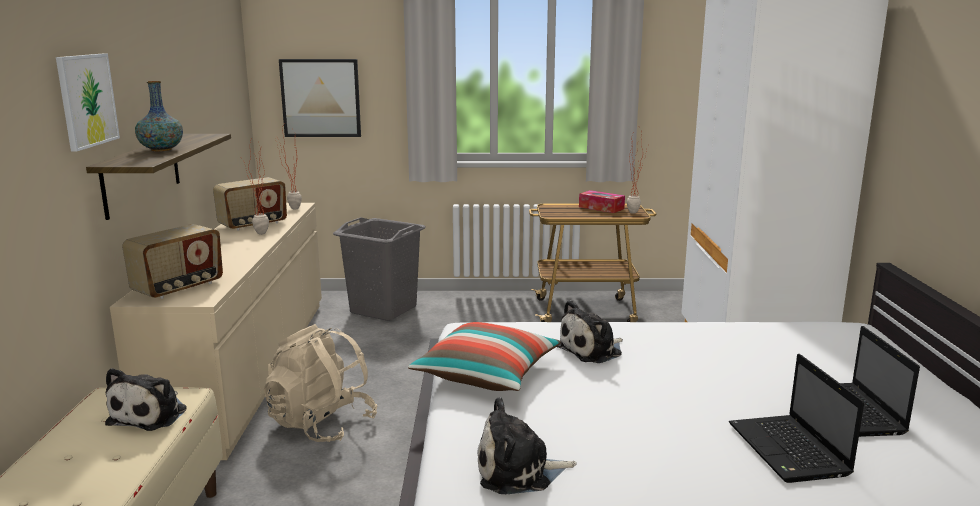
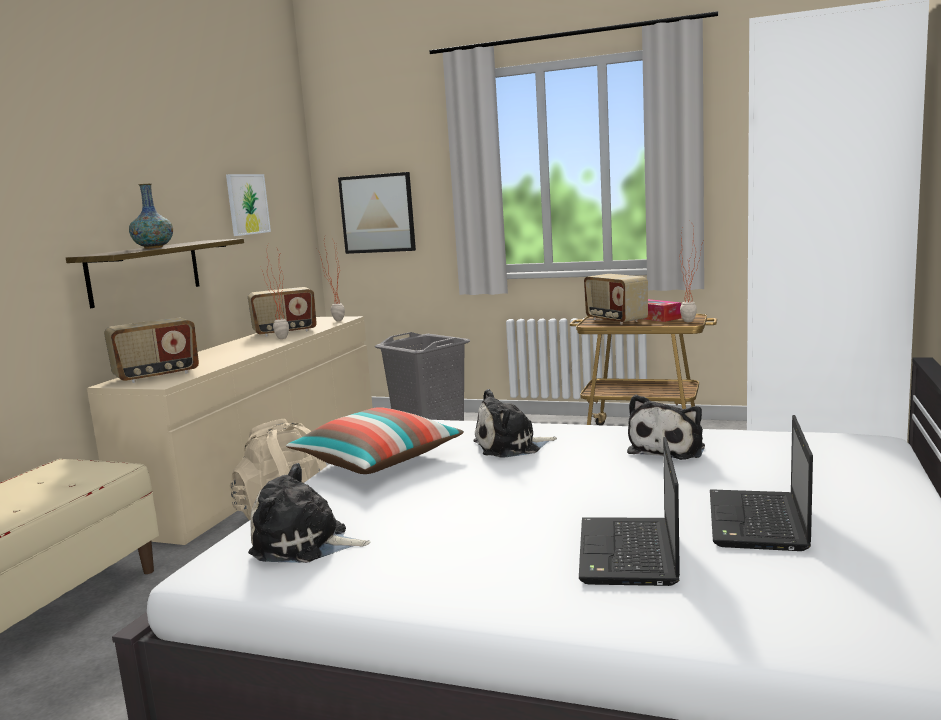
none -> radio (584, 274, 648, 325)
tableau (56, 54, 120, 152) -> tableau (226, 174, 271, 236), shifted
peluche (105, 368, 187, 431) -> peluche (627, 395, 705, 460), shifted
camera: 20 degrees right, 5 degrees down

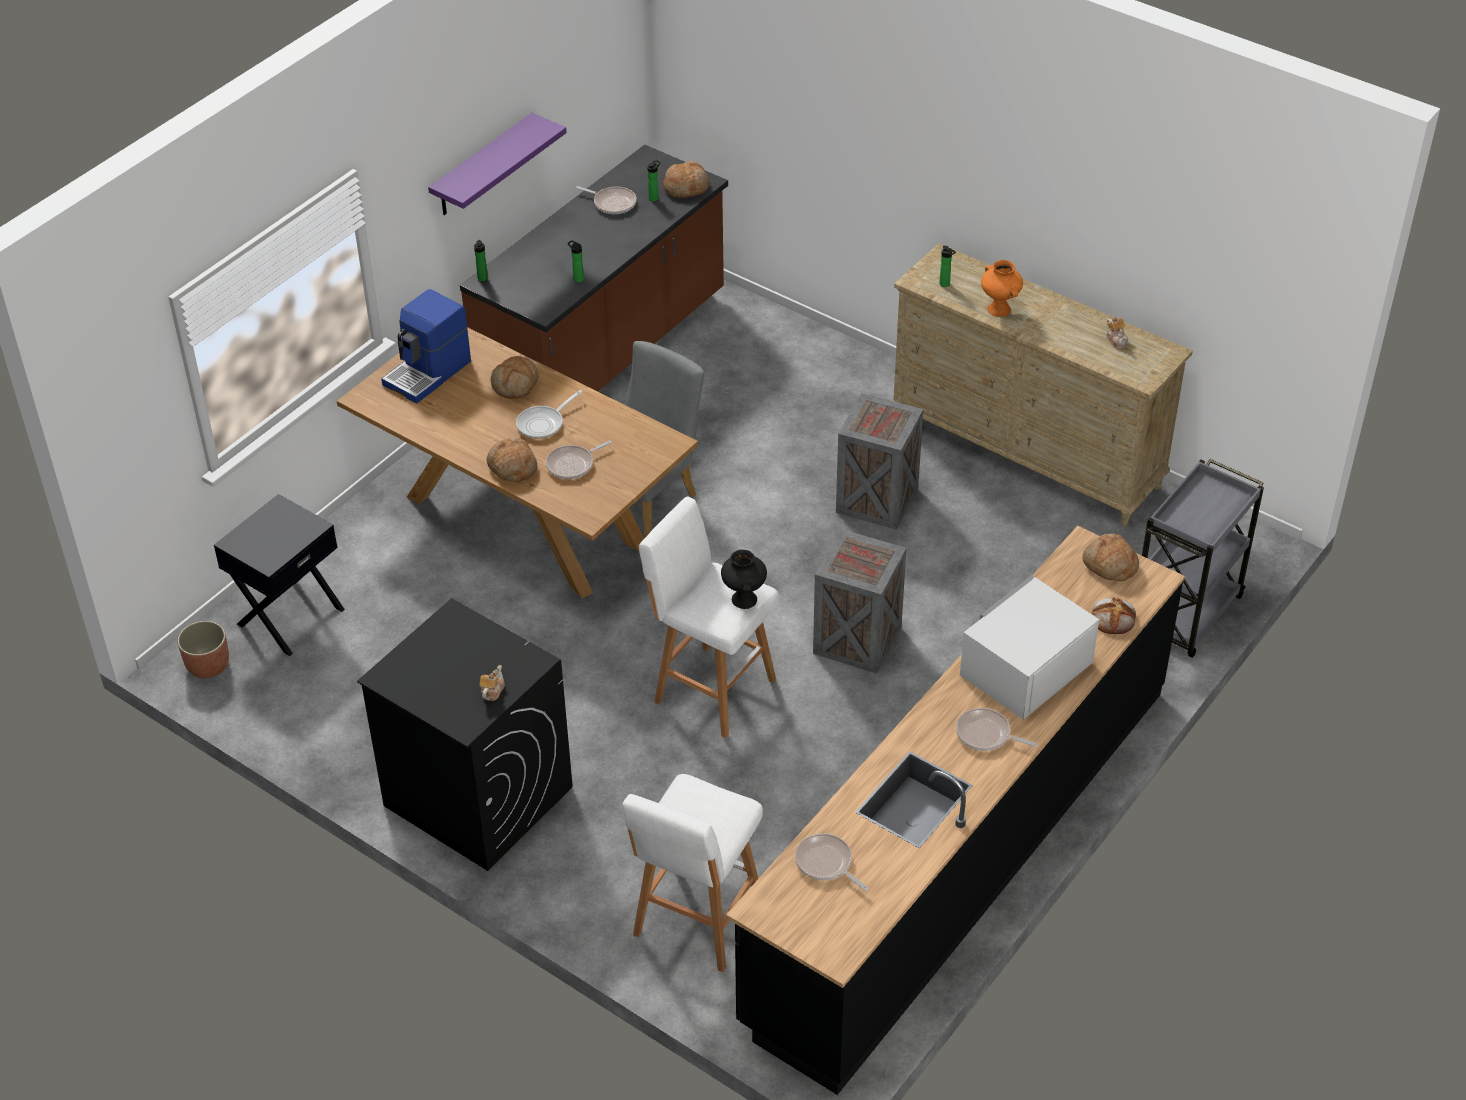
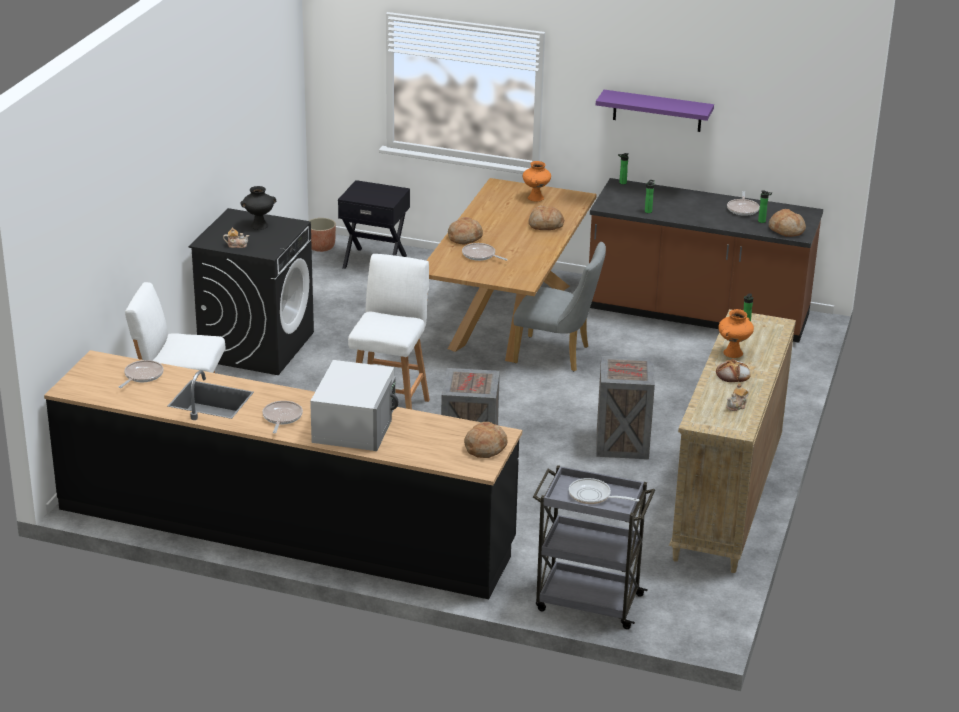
poêle (516, 390, 583, 439) -> poêle (569, 478, 639, 504), shifted
vase (noir) (721, 550, 767, 609) -> vase (noir) (240, 186, 276, 230), shifted
pain (1091, 597, 1136, 634) -> pain (716, 359, 751, 382), shifted
machine à café (382, 289, 471, 404) -> vase (orange) (523, 161, 551, 202)
micro-ondes (blanc) (960, 575, 1099, 720) -> micro-ondes (blanc) (310, 360, 399, 451), 75 degrees clockwise
camera: 70 degrees right, 15 degrees down

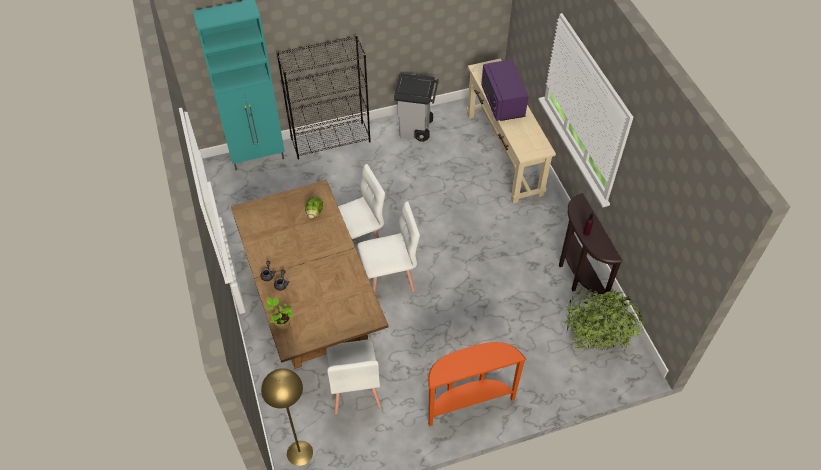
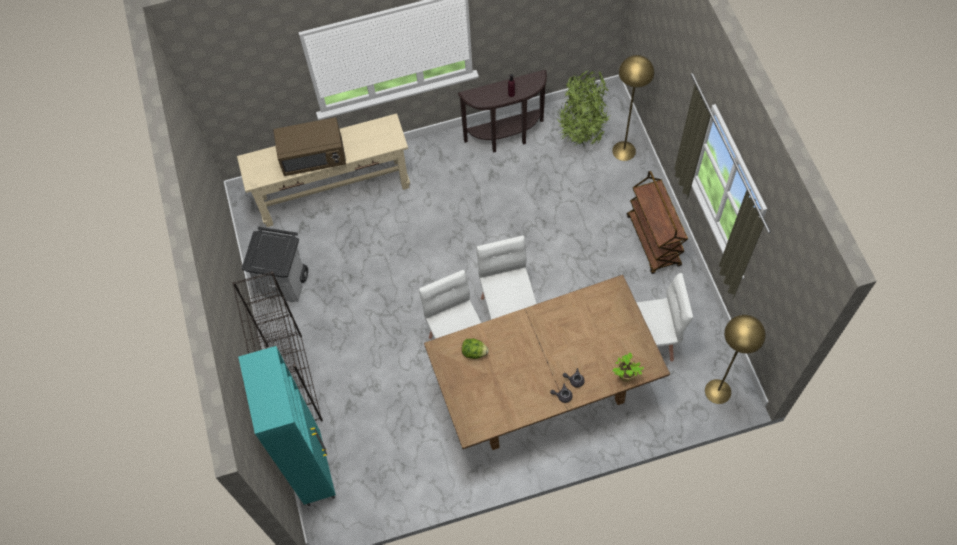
none -> lampadaire (jaune) (612, 55, 654, 161)
table console (orange) (428, 342, 527, 426) -> chariot (marron) (627, 171, 688, 274)
micro-ondes (violet) (481, 60, 529, 121) -> micro-ondes (marron) (273, 117, 346, 176)
camera: 85 degrees left, 10 degrees up

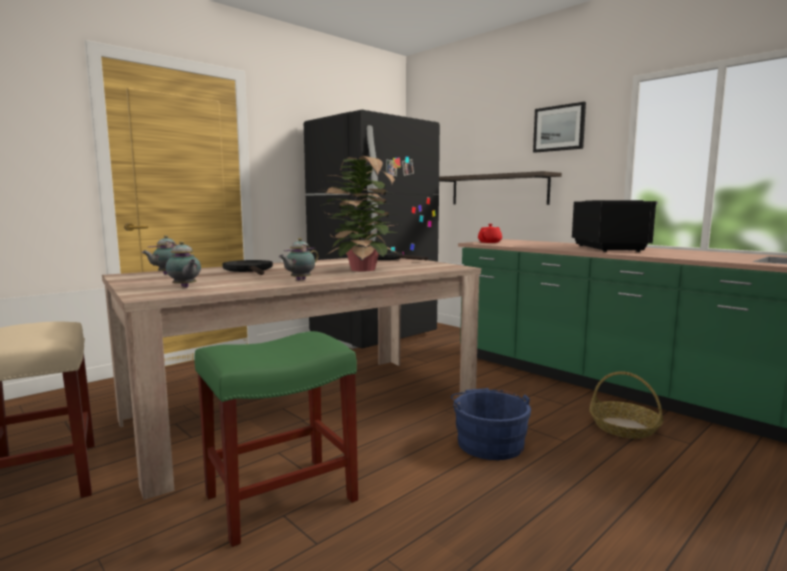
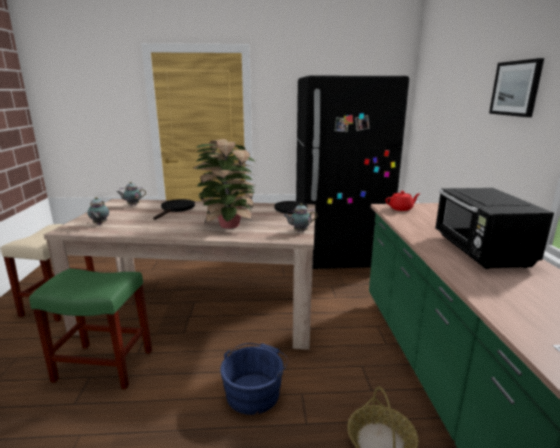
étagère (439, 171, 562, 205) -> none
théière (279, 238, 319, 281) -> théière (283, 203, 317, 232), shifted
micro-ondes (noir) (572, 200, 658, 252) -> micro-ondes (noir) (435, 188, 554, 269), 135 degrees clockwise
camera: 40 degrees right, 10 degrees up

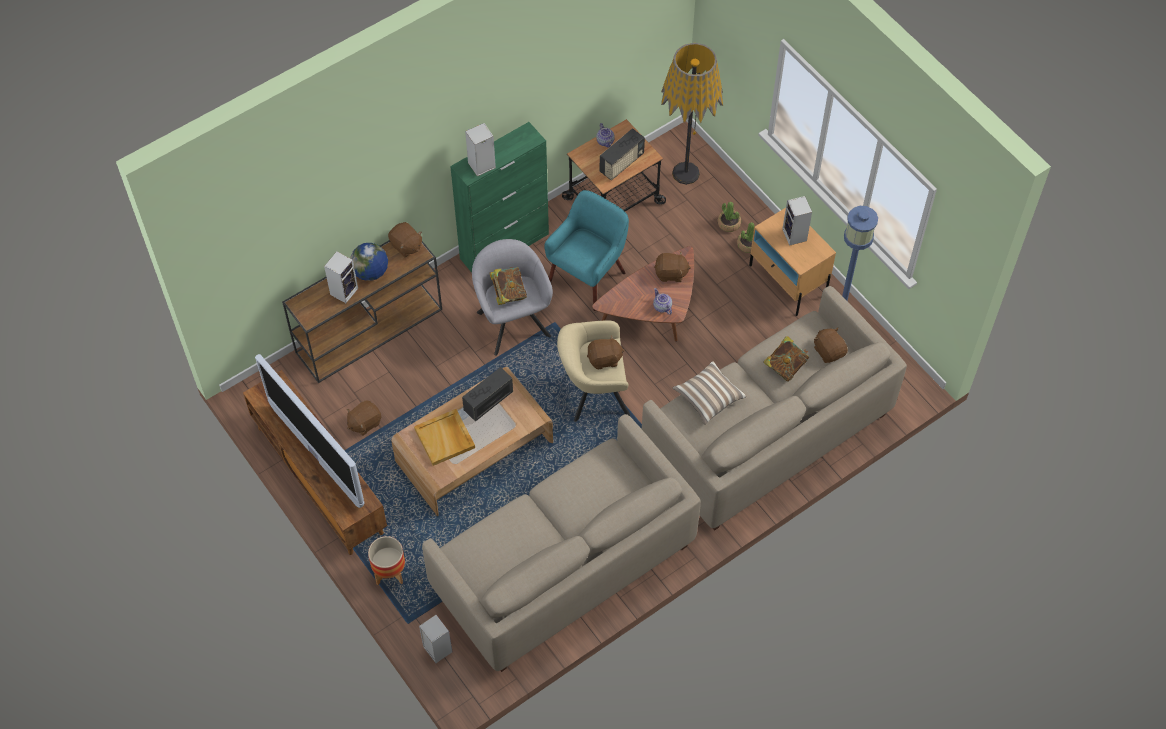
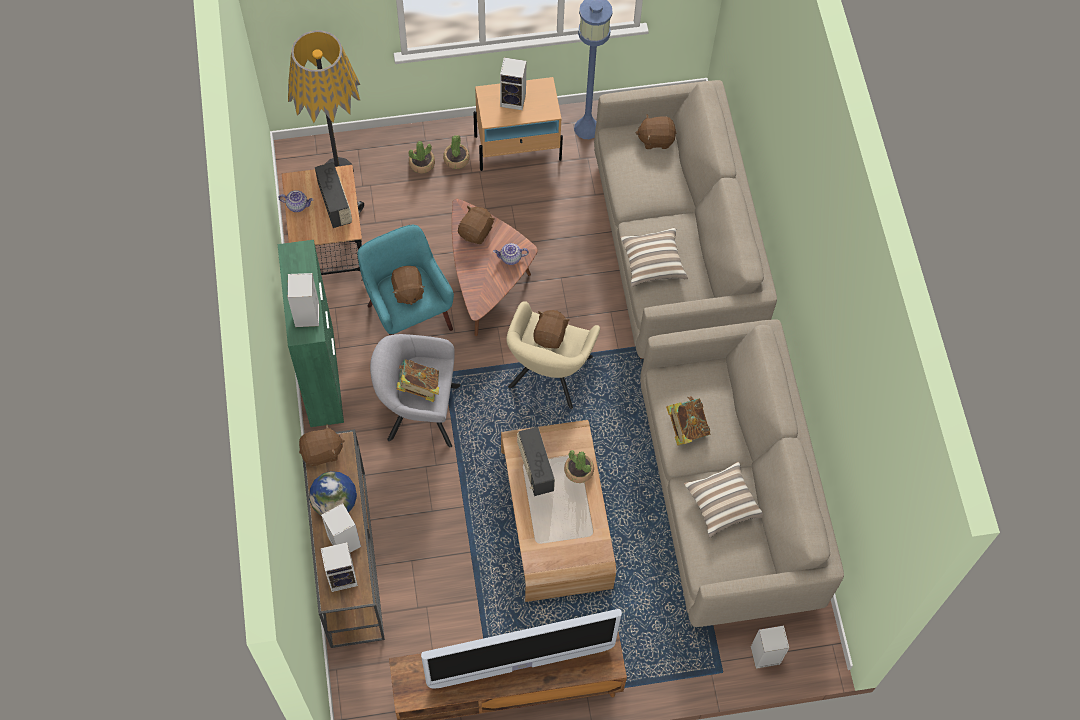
cache-pot (368, 536, 405, 585) -> none
plateau (beige) (414, 409, 475, 466) -> none
none -> enceinte (321, 542, 358, 592)
none -> plante en pot (564, 450, 594, 483)
none -> coussin (684, 462, 763, 538)
peluche (marron) (347, 401, 381, 436) -> peluche (marron) (391, 266, 425, 305), shifted
livre (763, 336, 809, 382) -> livre (666, 396, 710, 446), shifted
camera: 65 degrees left, 5 degrees up

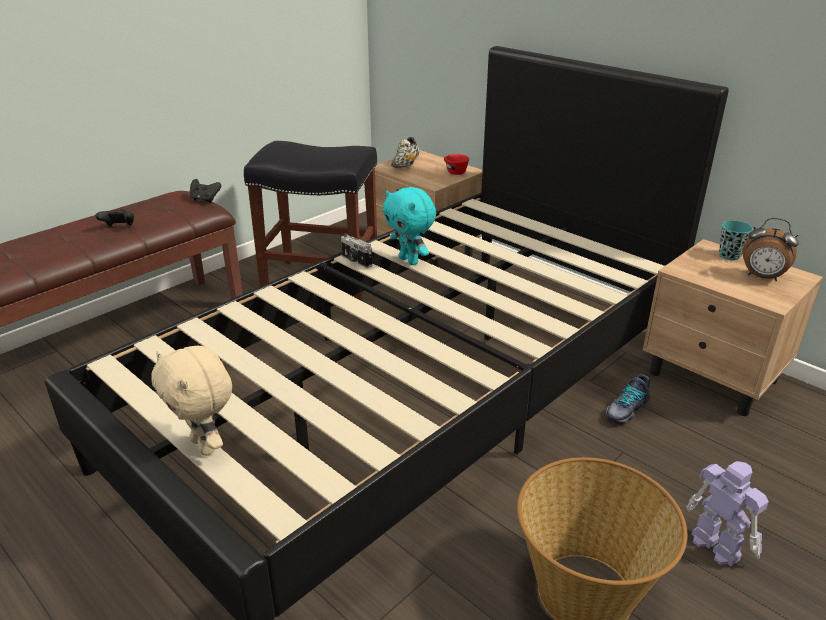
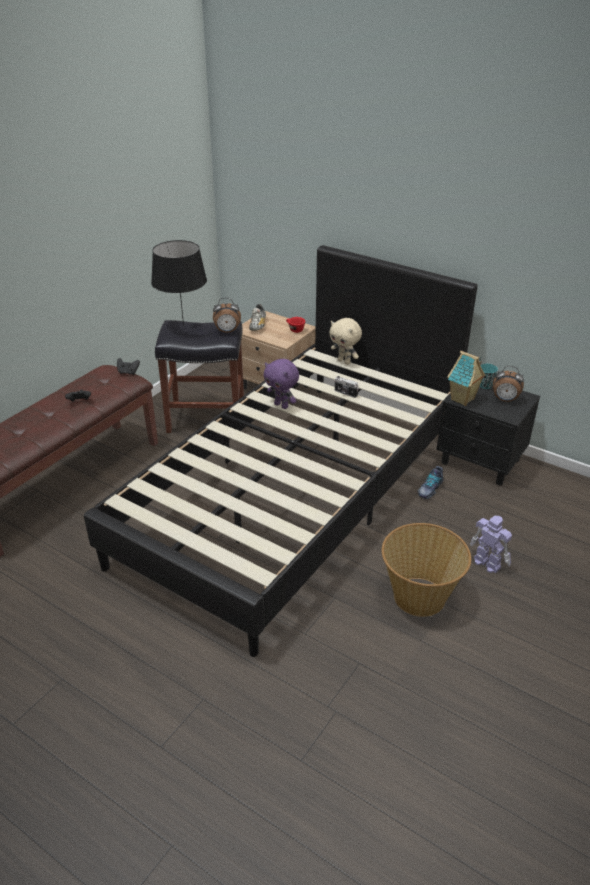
none -> lampe de table (noir) (151, 240, 207, 327)
none -> réveil (213, 298, 241, 333)
none -> maison miniature (447, 351, 485, 406)
peluche (beige) (152, 346, 232, 456) -> peluche (beige) (329, 318, 362, 365), shifted
appareil photo (341, 234, 372, 268) -> appareil photo (335, 376, 359, 398), shifted
peluche (turquoise) (383, 187, 436, 265) -> peluche (violet) (263, 359, 299, 409)
table de chevet (beige) (642, 239, 823, 416) -> table de chevet (noir) (436, 385, 540, 485)
camera: 10 degrees left, 5 degrees up

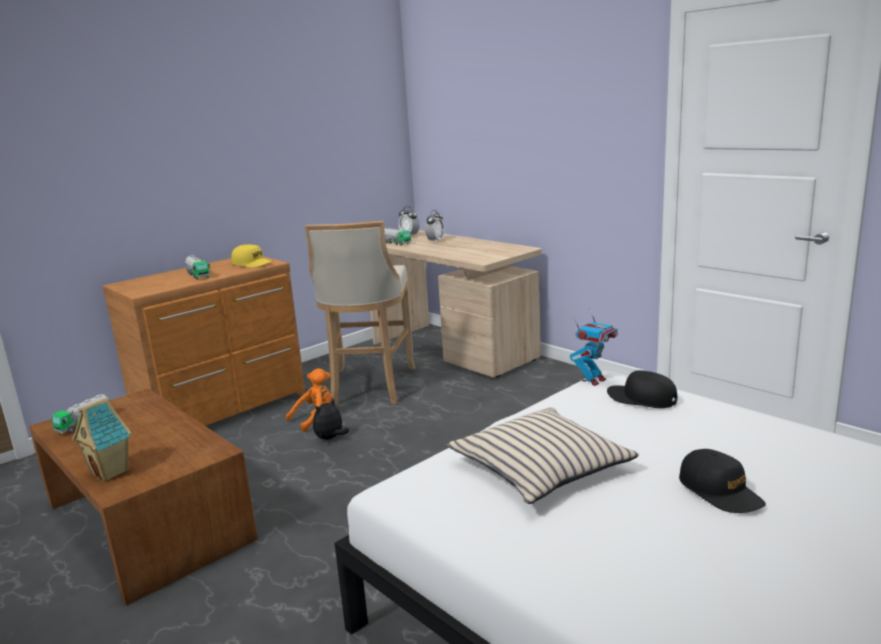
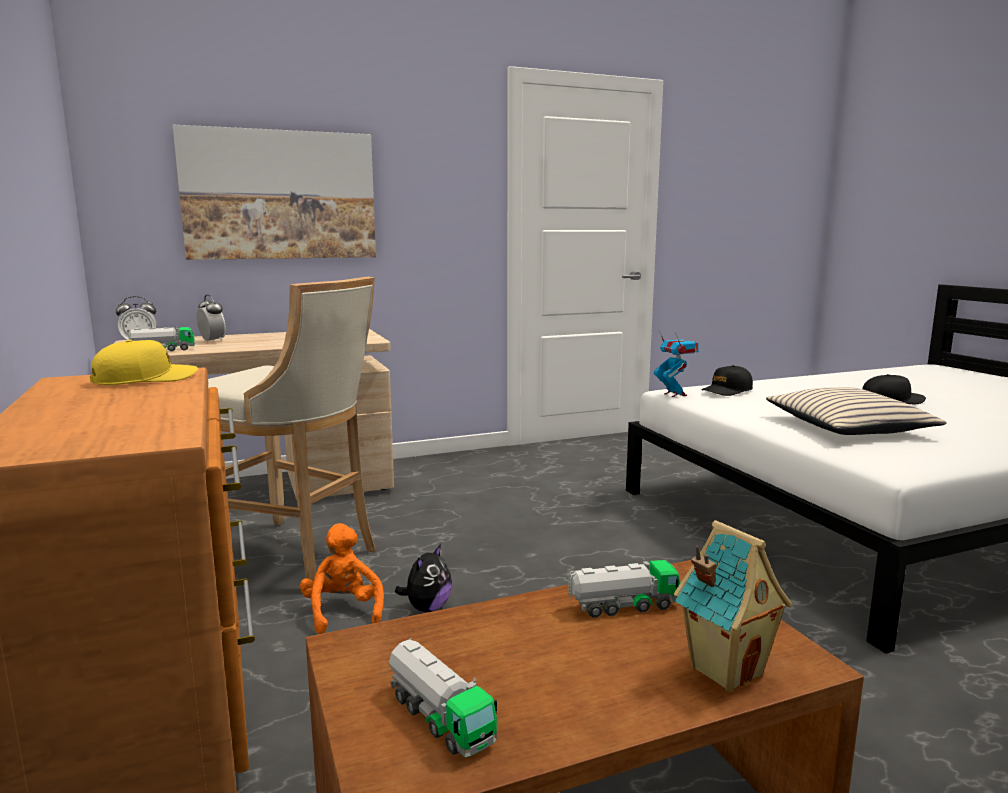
none -> tableau (173, 125, 376, 260)
camion jouet (185, 255, 210, 279) -> camion jouet (568, 558, 681, 618), shifted
peluche (313, 398, 349, 440) -> peluche (395, 544, 452, 612), 120 degrees counterclockwise
camera: 70 degrees left, 5 degrees down

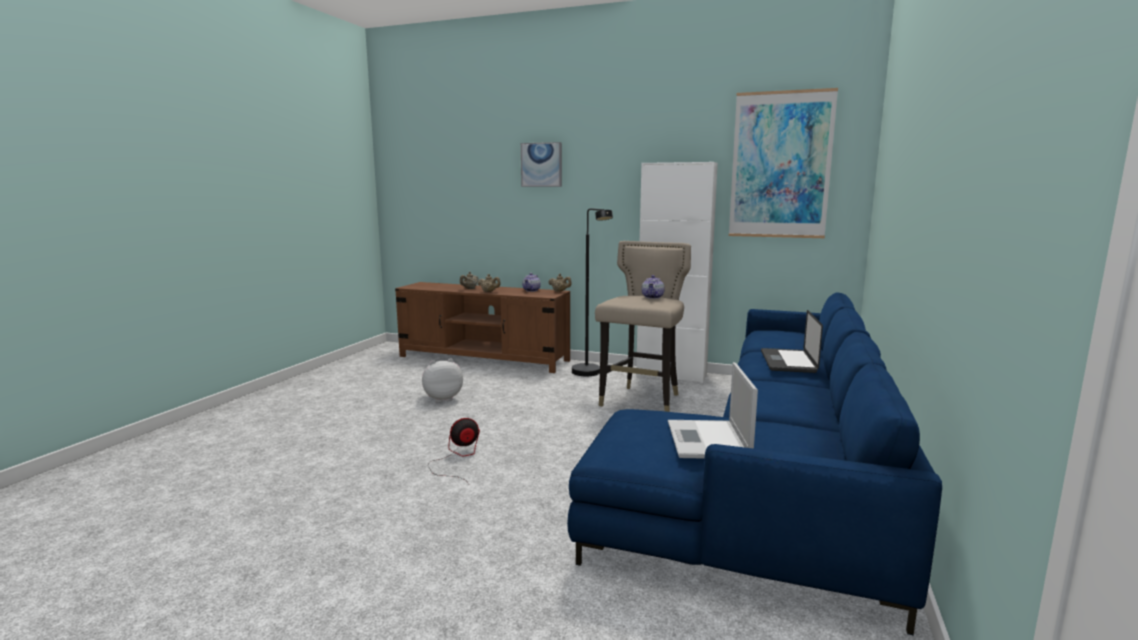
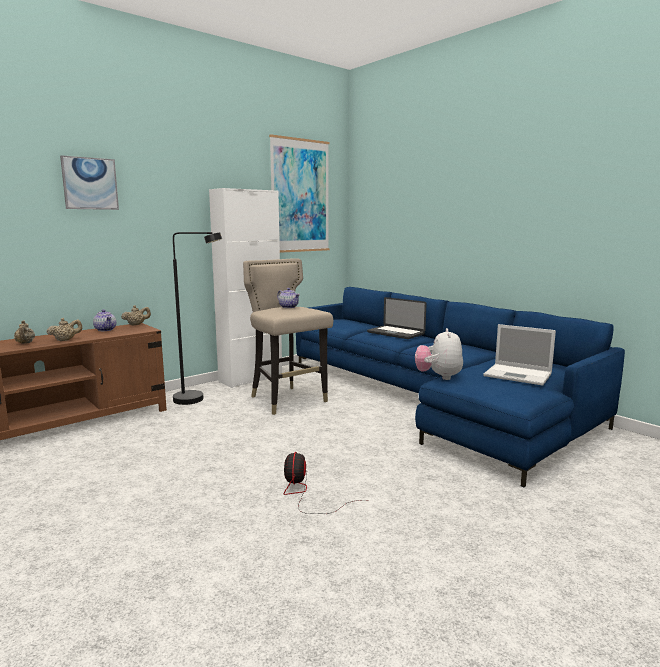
peluche (422, 358, 463, 403) -> peluche (415, 328, 463, 380), shifted
camera: 60 degrees left, 0 degrees up

